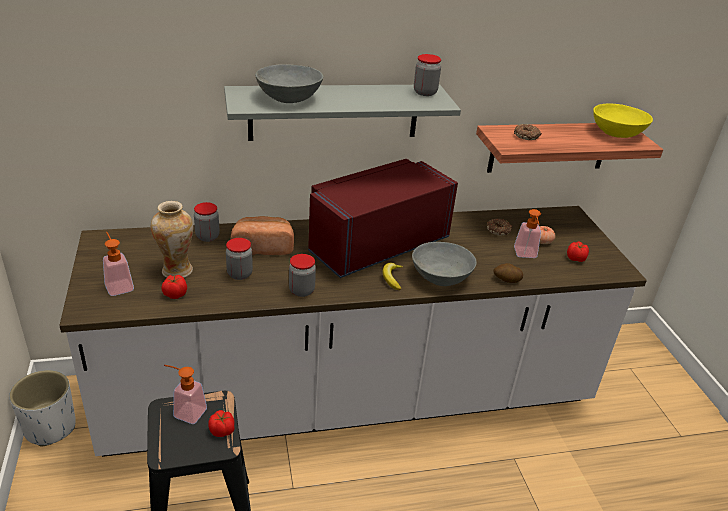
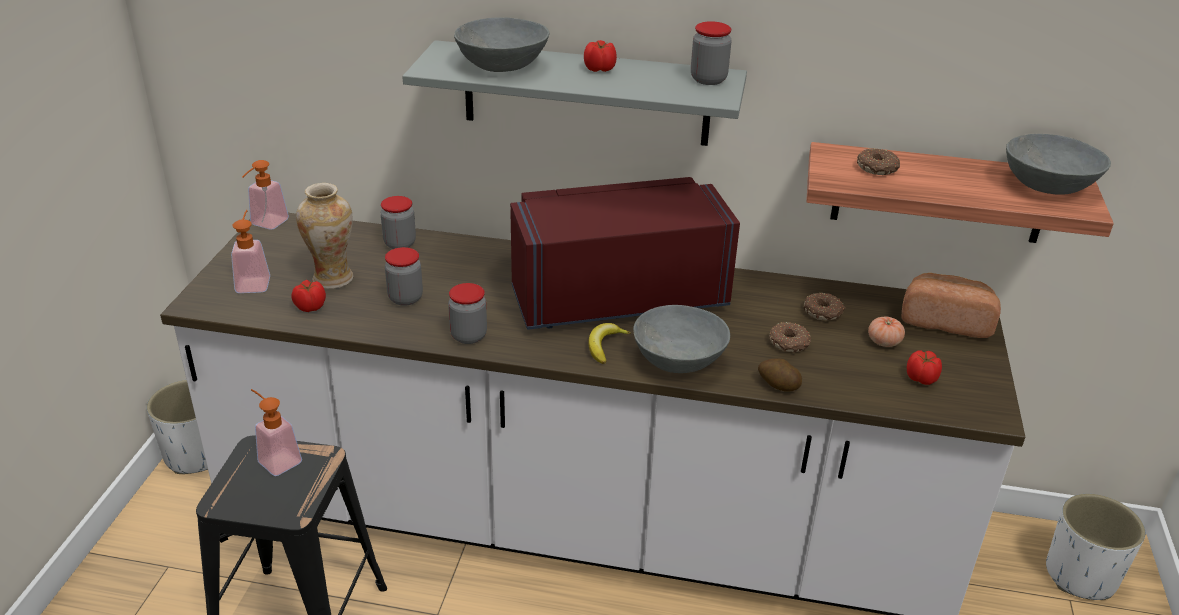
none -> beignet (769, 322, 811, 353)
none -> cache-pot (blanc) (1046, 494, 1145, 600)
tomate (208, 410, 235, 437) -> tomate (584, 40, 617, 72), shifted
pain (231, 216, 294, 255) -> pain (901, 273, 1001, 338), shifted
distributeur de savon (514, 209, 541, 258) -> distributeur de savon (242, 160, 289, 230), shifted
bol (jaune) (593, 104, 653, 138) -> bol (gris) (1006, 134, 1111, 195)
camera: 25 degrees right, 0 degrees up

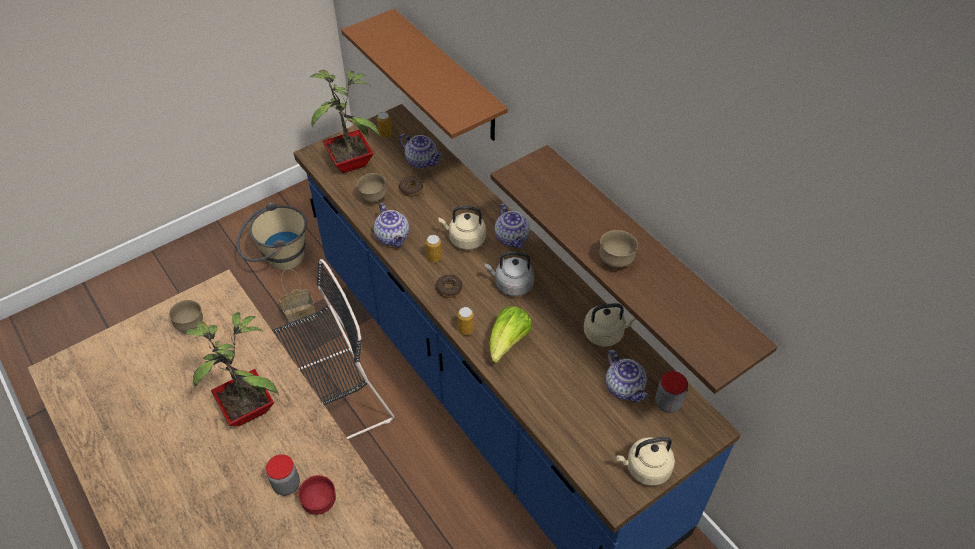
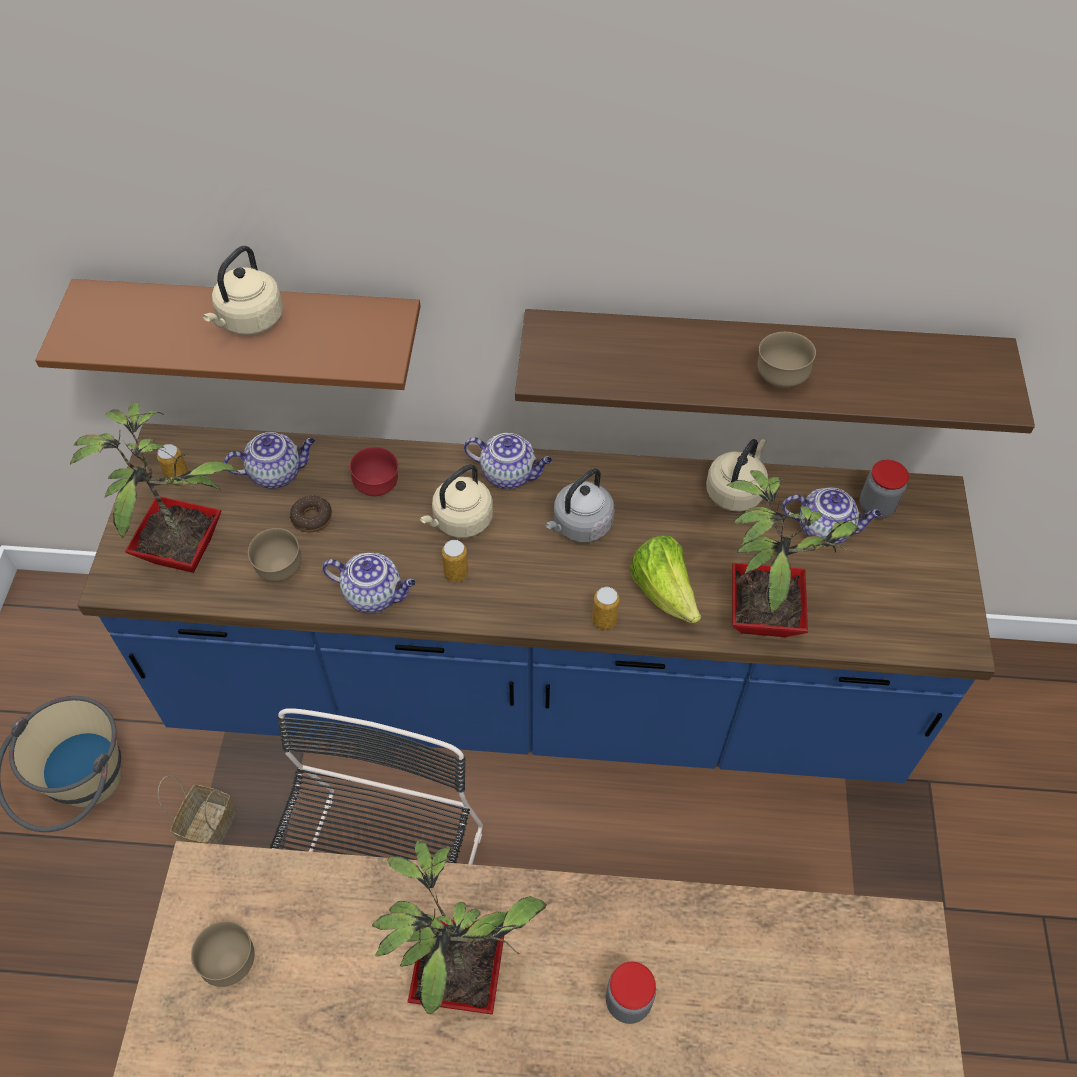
beignet (436, 274, 463, 298) -> none
none -> plante en pot (726, 470, 860, 637)
bol (rouge) (298, 475, 336, 515) -> bol (rouge) (350, 447, 399, 496), shifted
bouilloire (beige) (616, 437, 675, 486) -> bouilloire (beige) (203, 246, 283, 335), shifted
camera: 50 degrees left, 5 degrees up

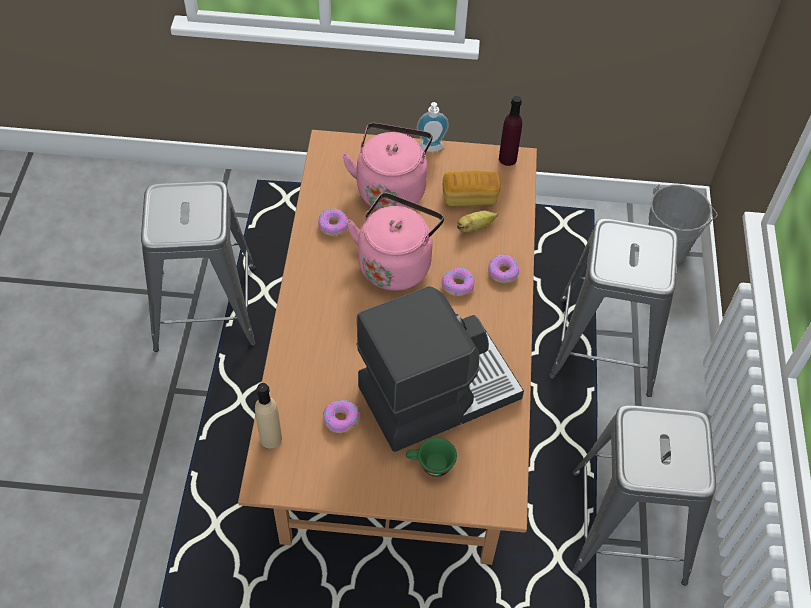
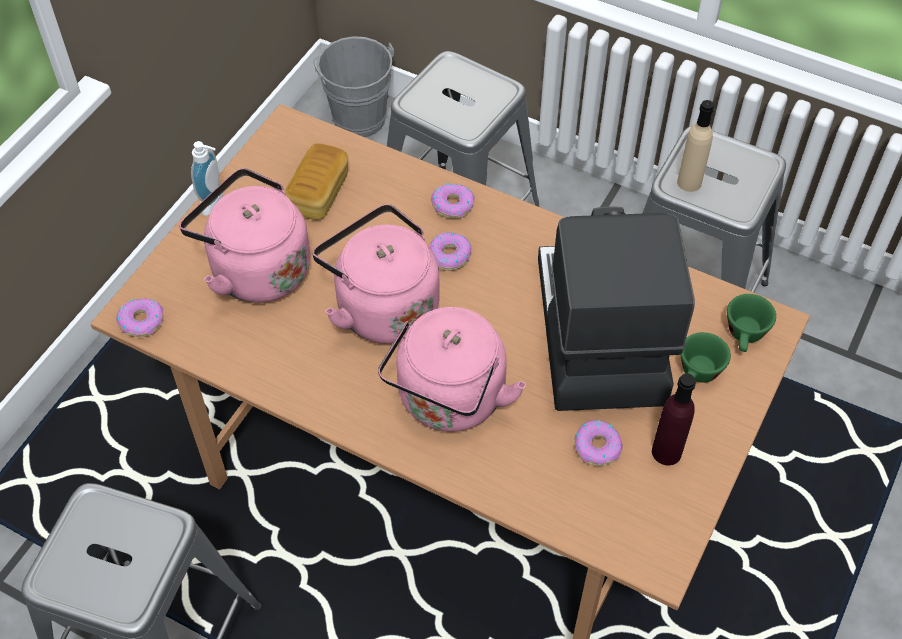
banane (457, 211, 498, 232) -> none
none -> bouilloire (rose) (378, 307, 526, 432)
none -> tasse (vert) (727, 294, 776, 352)
bouteille (beige) (255, 383, 282, 448) -> bouteille (beige) (677, 100, 714, 192), shifted
beignet (318, 208, 348, 236) -> beignet (116, 298, 164, 337), shifted
bouteille (violet) (499, 96, 522, 166) -> bouteille (violet) (652, 373, 696, 465), shifted
camera: 65 degrees left, 0 degrees up

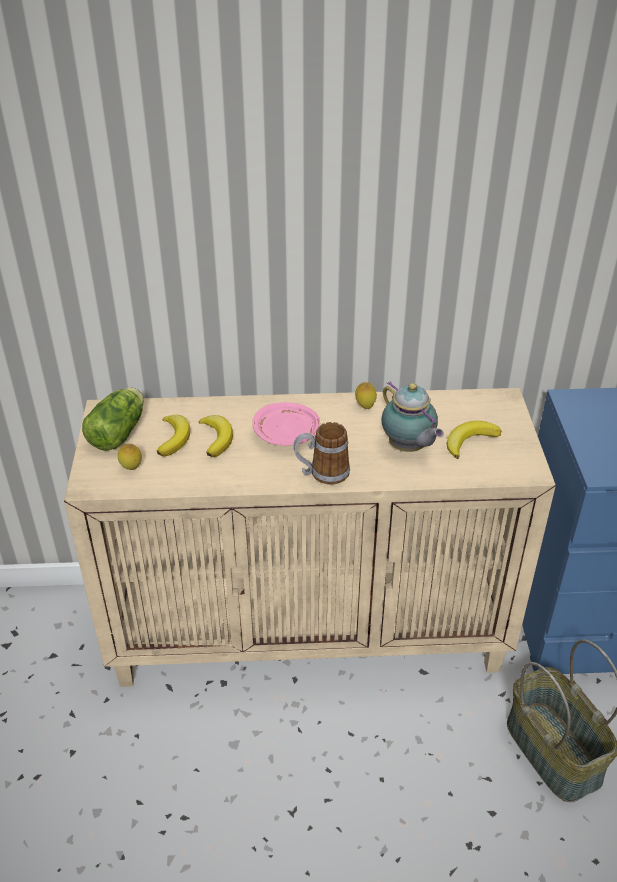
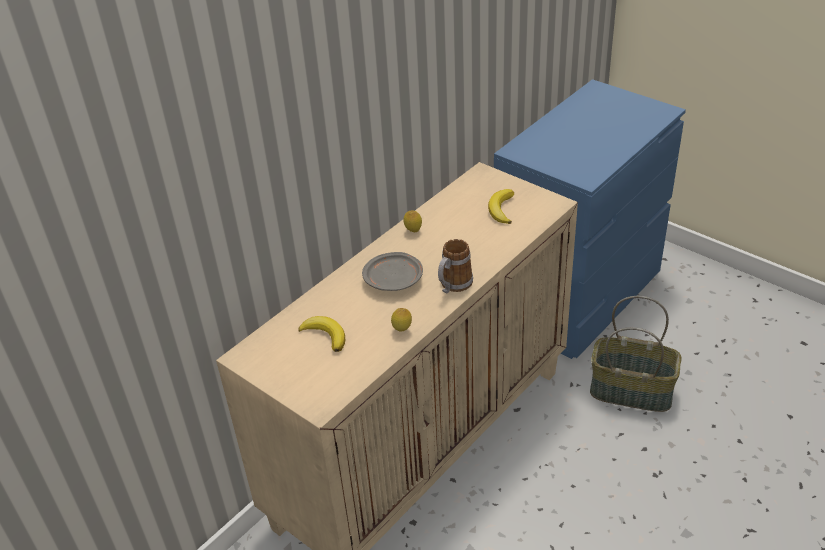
laitue (82, 388, 144, 451) -> none
banane (199, 415, 233, 457) -> none
théière (382, 381, 444, 452) -> none
citron (118, 444, 142, 470) -> citron (391, 308, 412, 332), shifted
assiette (rose) (253, 402, 320, 446) -> assiette (gris) (362, 252, 423, 291)
camera: 45 degrees left, 0 degrees up

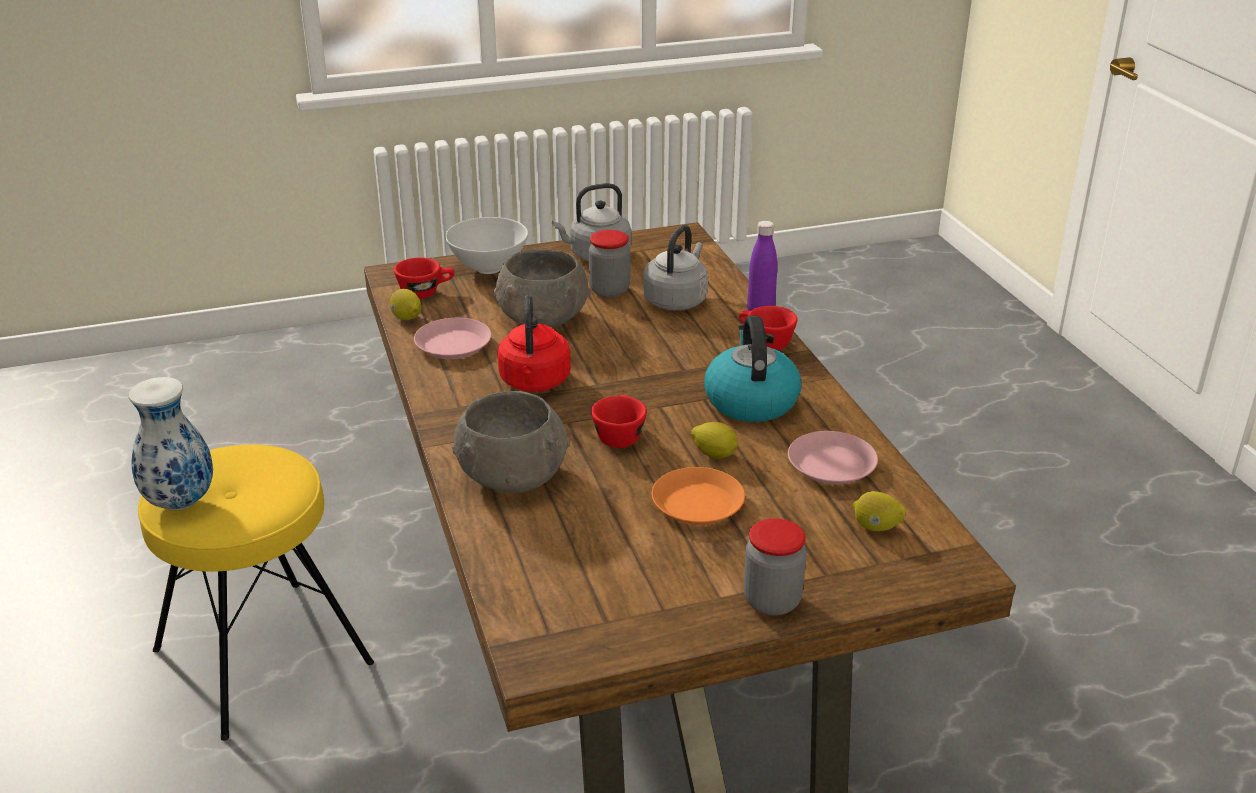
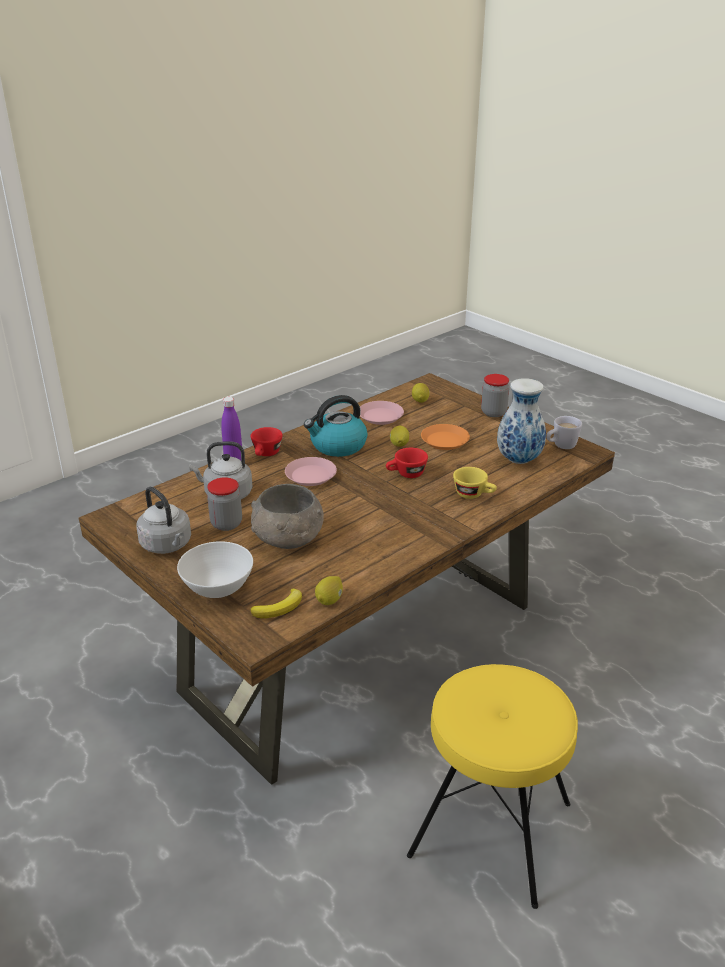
bouilloire (rouge) (497, 295, 571, 392) -> none
none -> mug (blanc) (546, 416, 582, 449)
vase (128, 377, 213, 510) -> vase (497, 378, 546, 464), shifted
assiette (rose) (414, 318, 491, 359) -> assiette (rose) (285, 457, 337, 486), shifted
tasse (rouge) (394, 257, 455, 299) -> banane (250, 589, 302, 618)
bol (gris) (452, 391, 570, 493) -> tasse (jaune) (453, 467, 497, 499)
camera: 115 degrees left, 0 degrees up

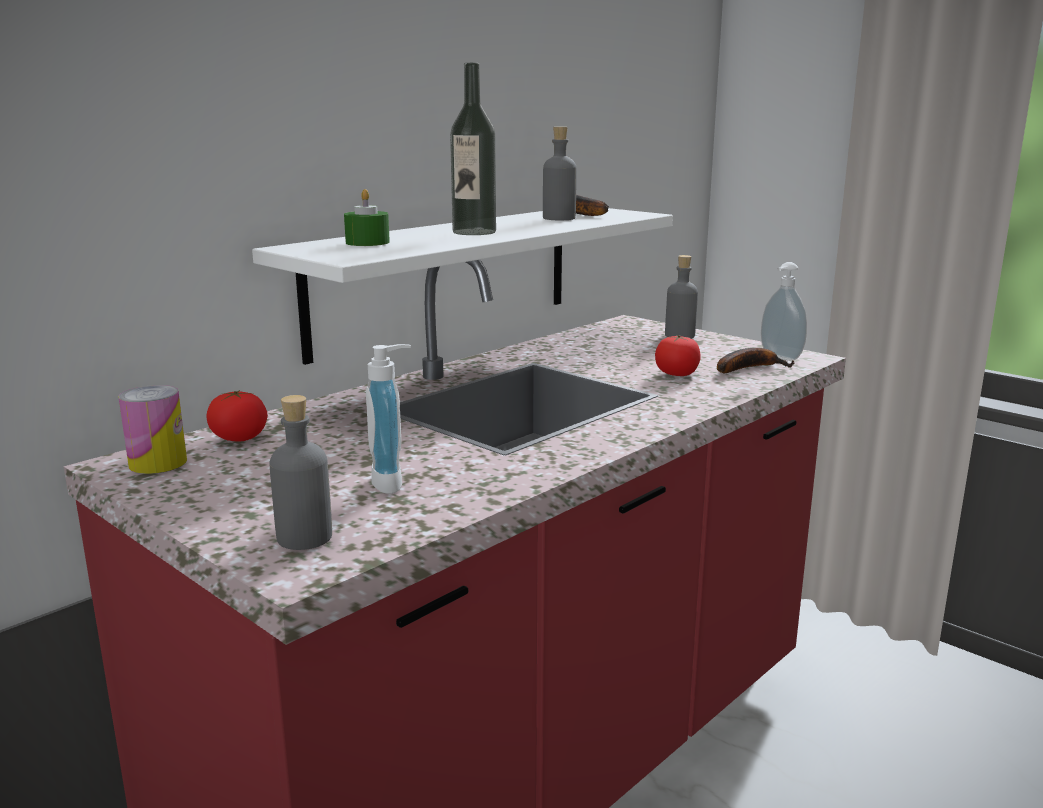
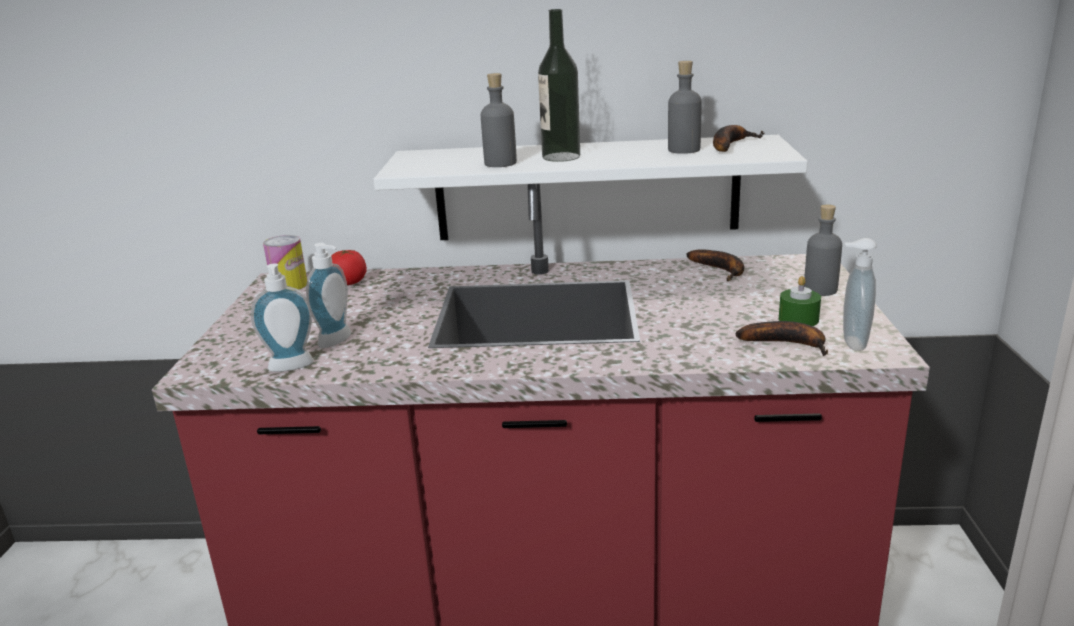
tomate (655, 335, 701, 376) -> none
none -> distributeur de savon (251, 263, 314, 372)
none -> banane (686, 249, 744, 281)
bouteille (gris) (269, 395, 332, 550) -> bouteille (gris) (481, 73, 517, 167), shifted
bougie (vert) (344, 189, 390, 246) -> bougie (vert) (779, 276, 821, 326), shifted
camera: 50 degrees right, 5 degrees up

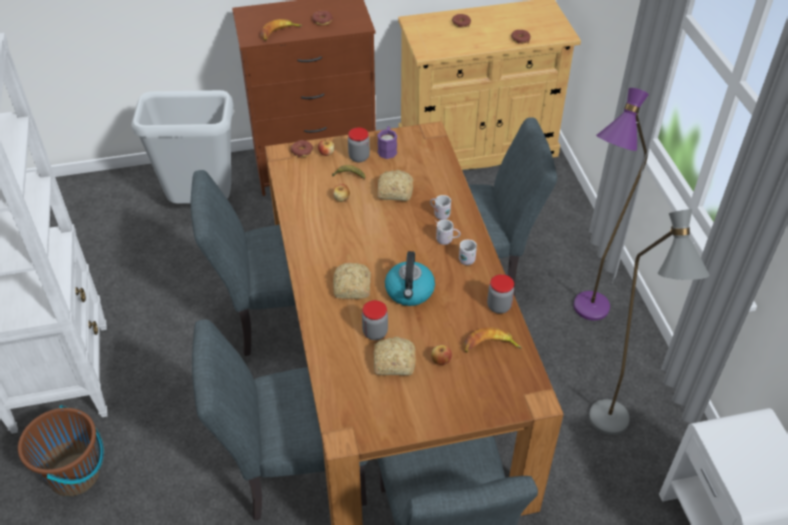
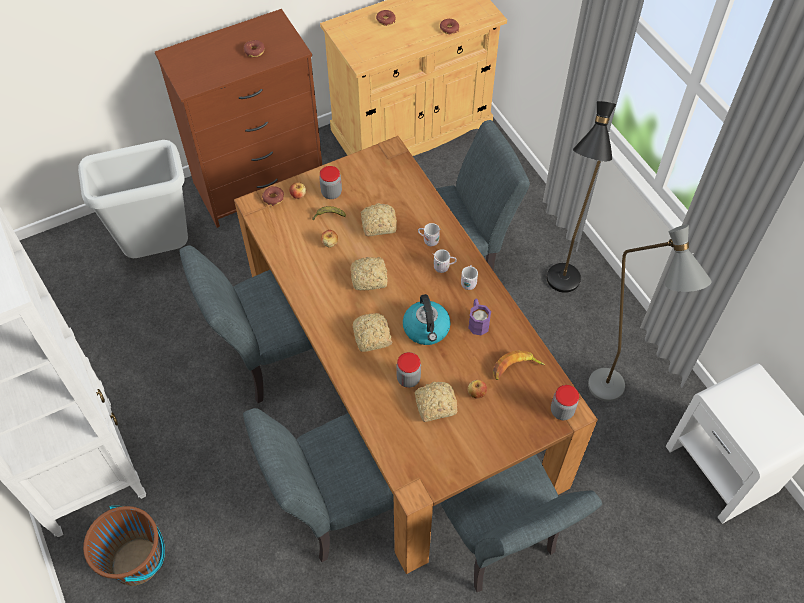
banane (261, 19, 303, 41) -> none
none -> pain (351, 257, 388, 290)
mug (violet) (377, 126, 397, 159) -> mug (violet) (468, 299, 491, 336), shifted
bocal (487, 274, 514, 314) -> bocal (551, 385, 579, 420), shifted
lampadaire (violet) (574, 88, 649, 320) -> lampadaire (noir) (547, 101, 616, 293)
camera: 15 degrees left, 10 degrees up

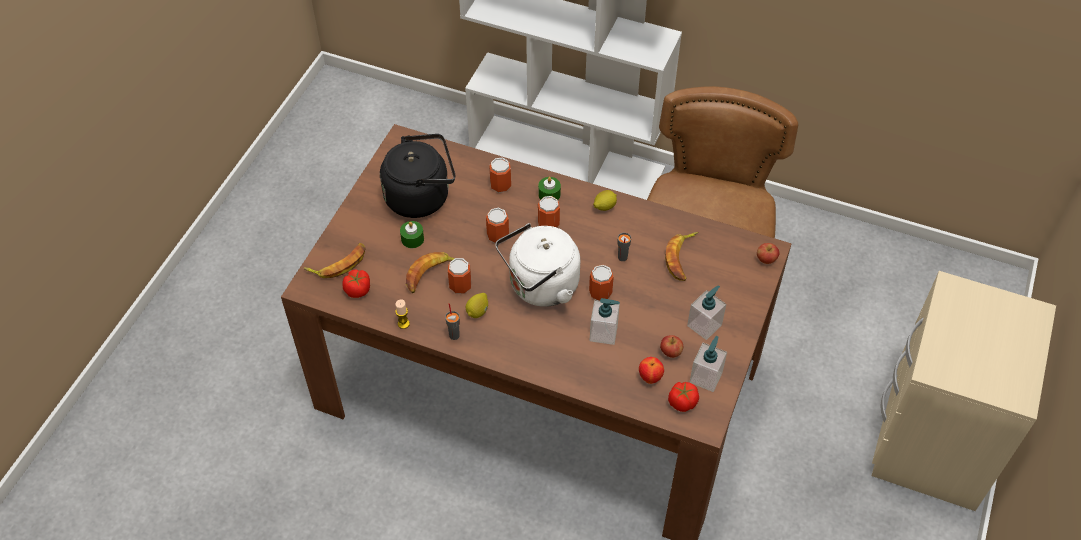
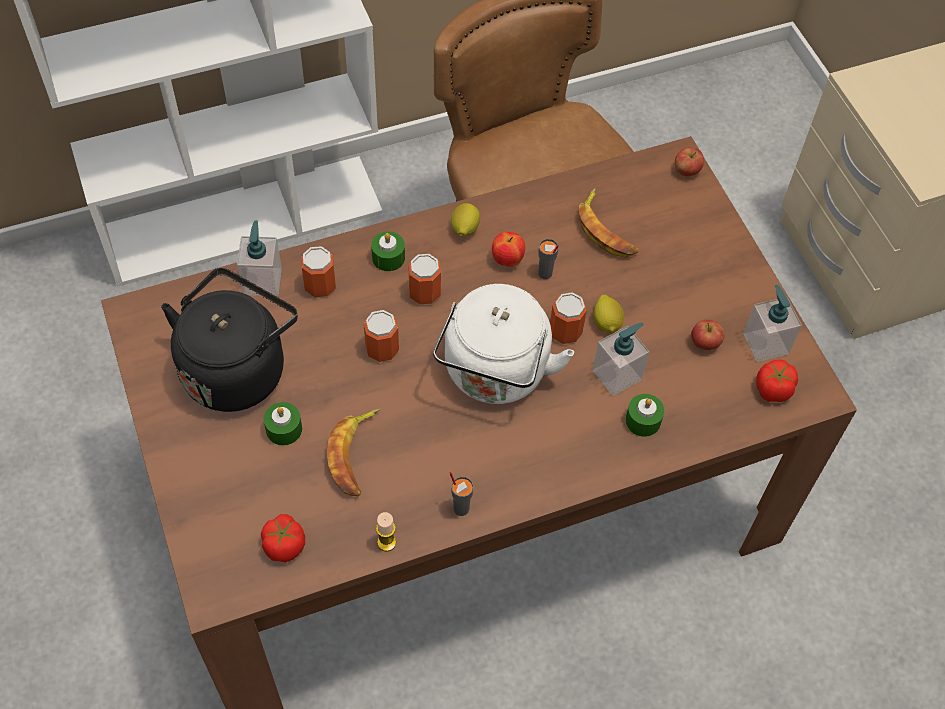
banane (304, 243, 365, 278) -> none
boîte métallique (448, 258, 471, 294) -> none
none -> bougie (vert) (625, 394, 664, 437)
citron (466, 293, 488, 318) -> citron (594, 295, 624, 333), shifted
pomme (639, 357, 664, 384) -> pomme (492, 232, 525, 267), shifted
distributeur de savon (687, 285, 726, 340) -> distributeur de savon (237, 220, 282, 296), shifted
camera: 45 degrees left, 5 degrees up

